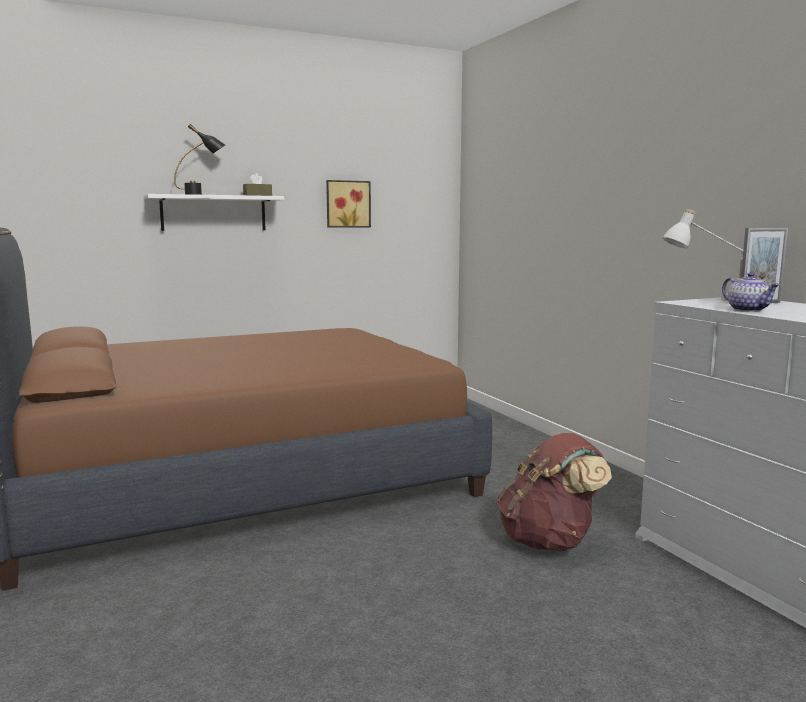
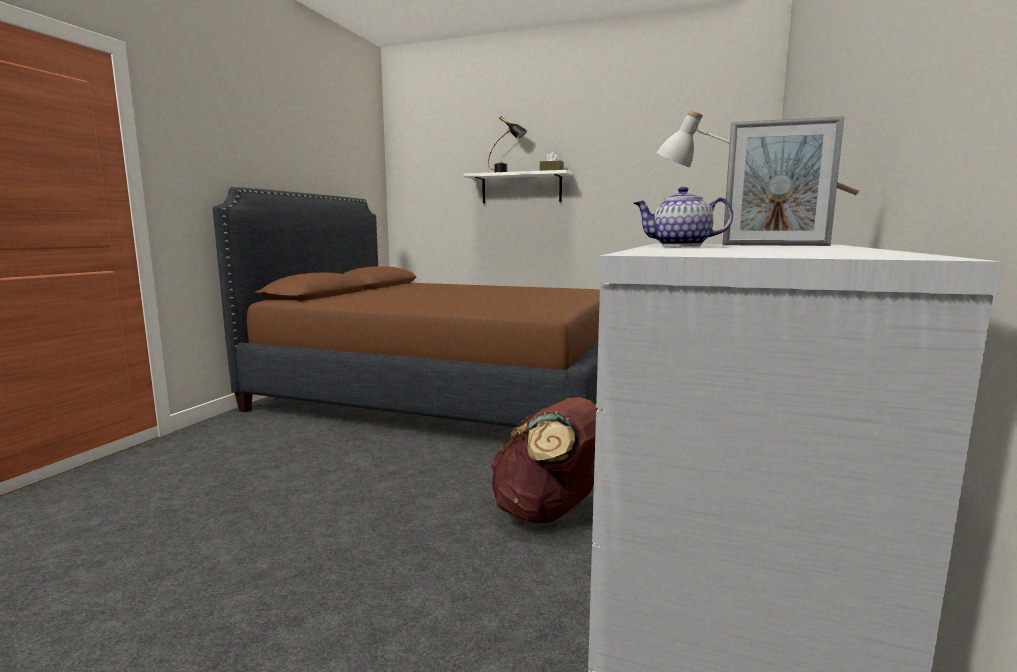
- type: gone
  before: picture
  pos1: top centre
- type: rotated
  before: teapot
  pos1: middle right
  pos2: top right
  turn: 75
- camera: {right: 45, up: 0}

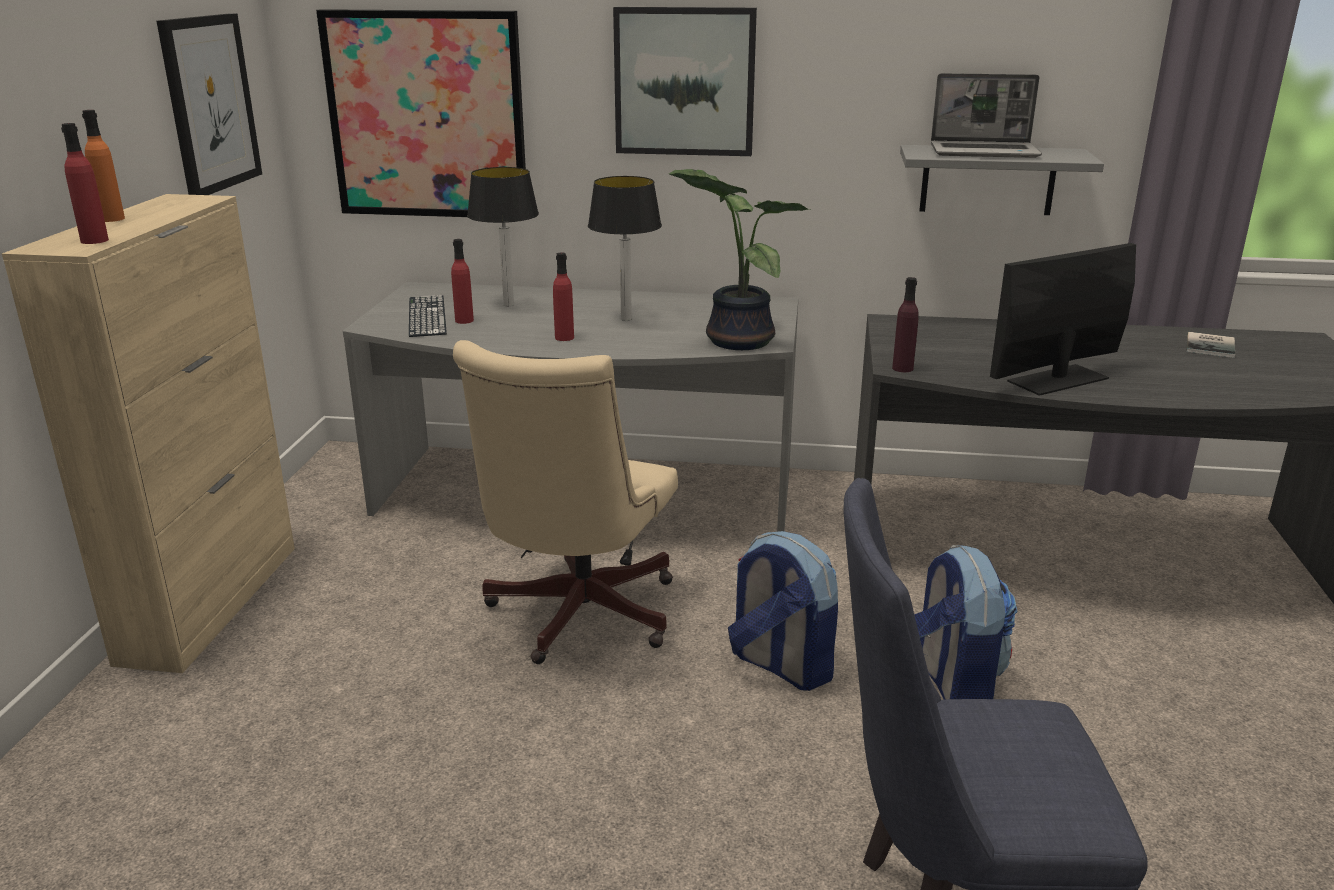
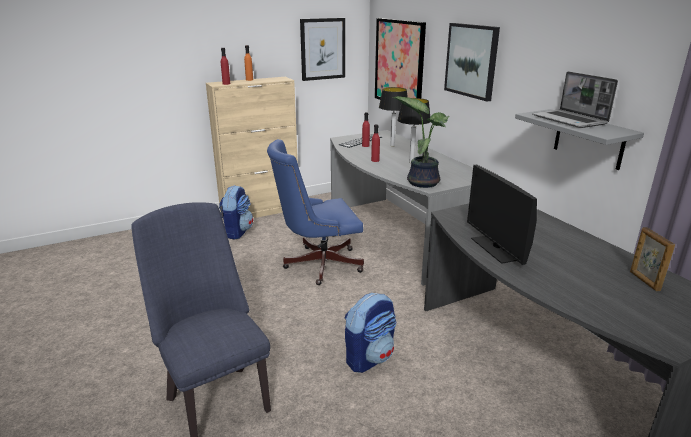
- type: rotated
  before: monitor
  pos1: middle right
  pos2: middle right
  turn: -135
- type: gone
  before: purple bottle
  pos1: middle right
- type: swapped
  before: book
  after: picture frame
  pos1: middle right
  pos2: middle right
- type: repainted
  before: beige office chair
  after: blue office chair
  pos1: centre
  pos2: centre
- type: shifted
  before: backpack (no. 1 from left)
  pos1: bottom centre
  pos2: centre
- camera: {right: 55, up: 0}

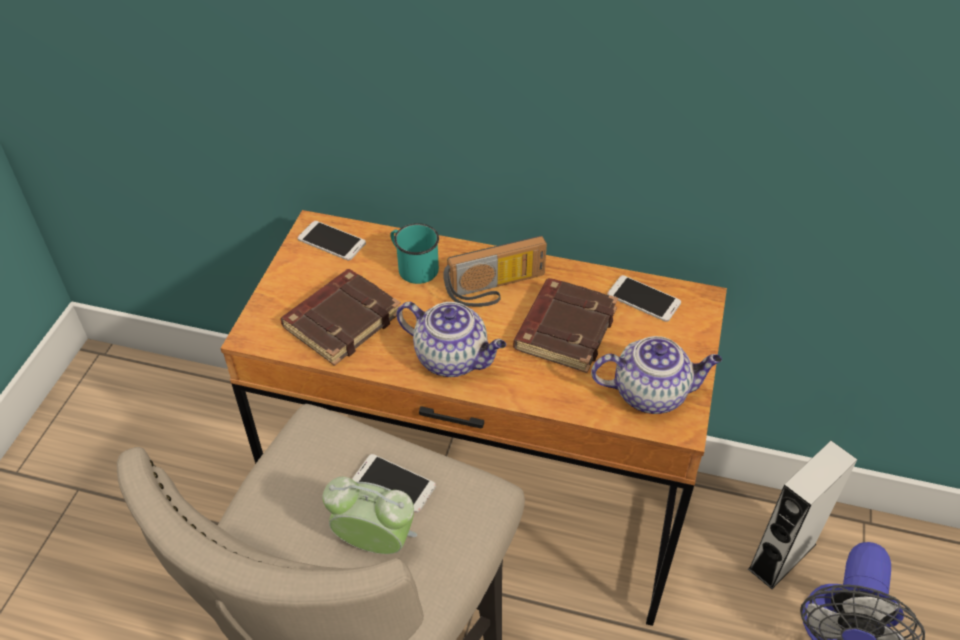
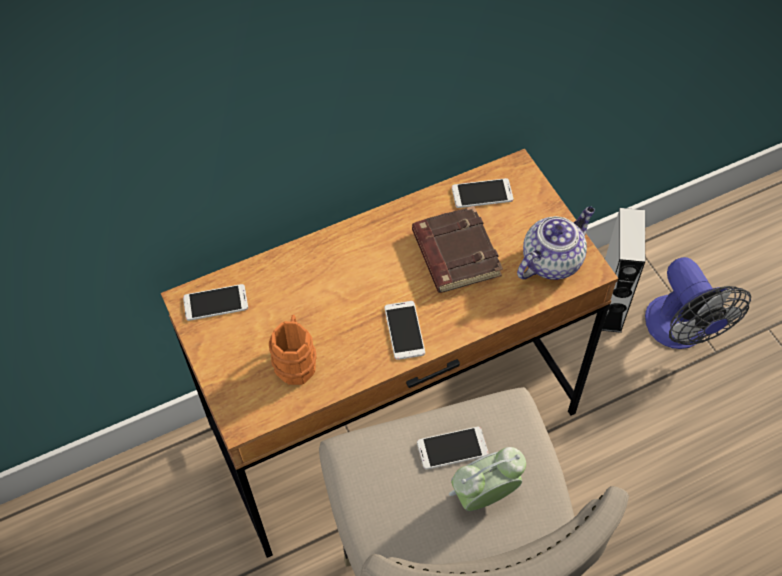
- type: gone
  before: turquoise mug
  pos1: centre
- type: gone
  before: radio
  pos1: centre
- type: swapped
  before: brown book (no. 1 from left)
  after: orange mug
  pos1: centre
  pos2: centre
- type: swapped
  before: teapot (no. 1 from left)
  after: phone (no. 2 from left)
  pos1: centre
  pos2: centre
- camera: {right: -40, up: 10}

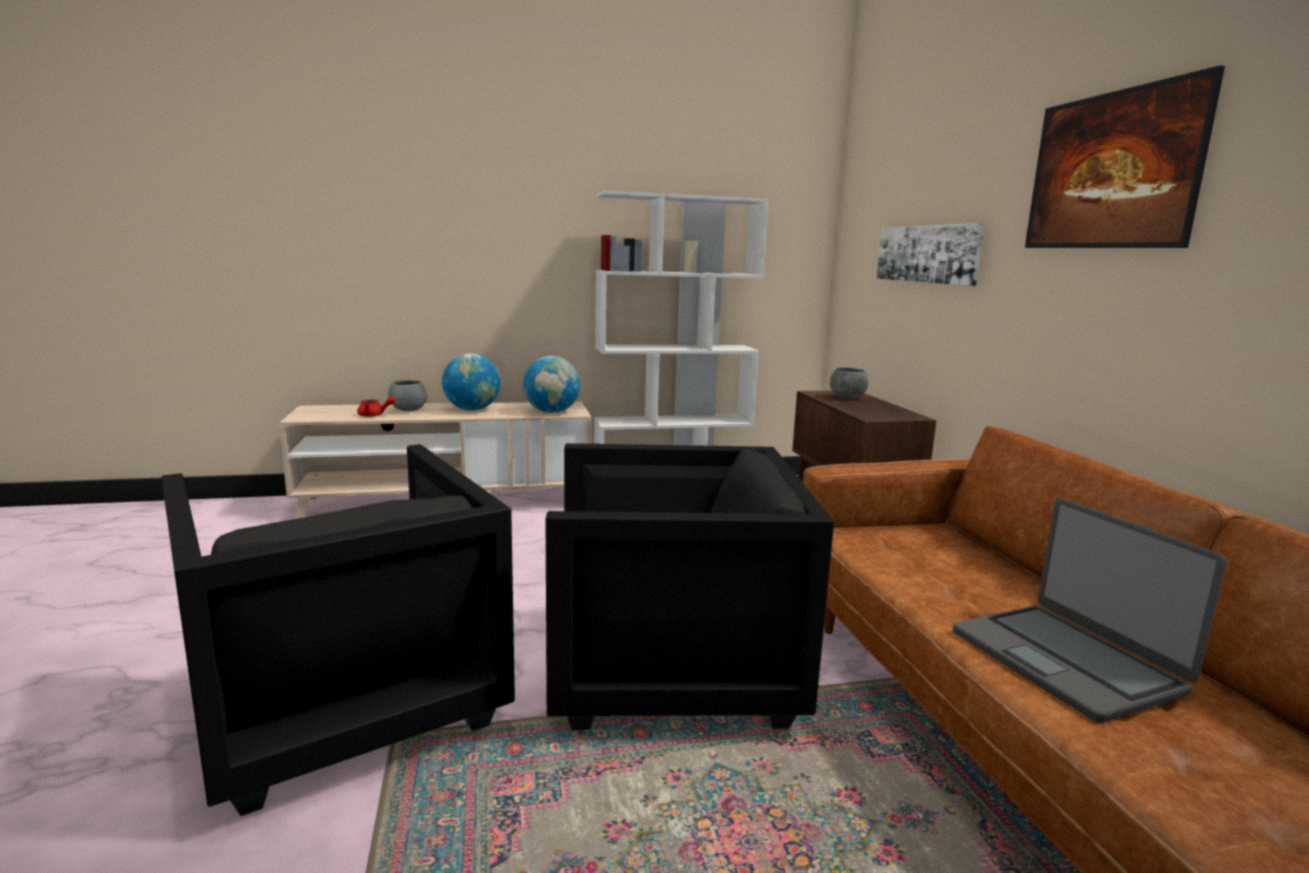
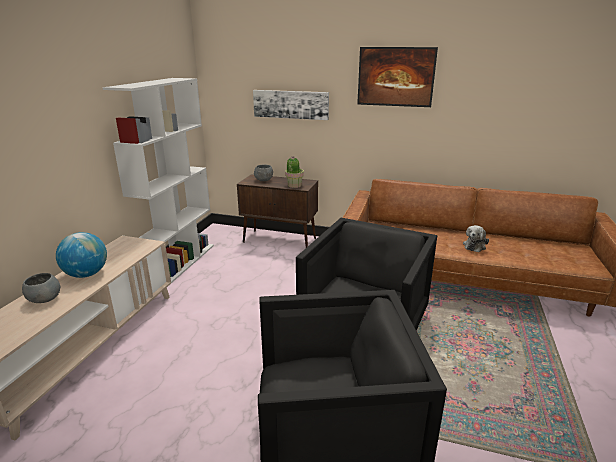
- type: gone
  before: globe (no. 2 from left)
  pos1: centre
- type: gone
  before: red teapot
  pos1: middle left
- type: swapped
  before: laptop
  after: plush toy
  pos1: bottom right
  pos2: middle right
- type: new
  after: potted plant
  pos2: centre
- camera: {right: -60, up: 10}

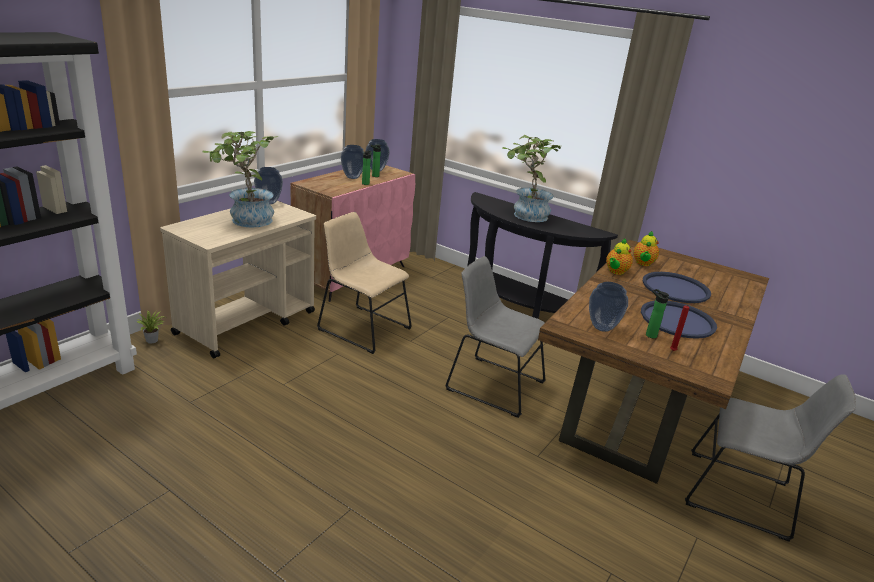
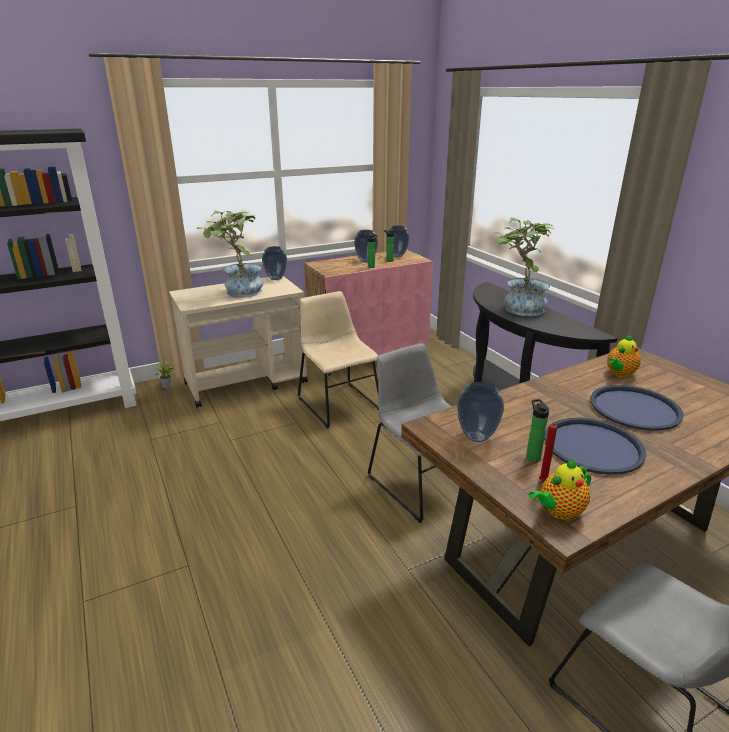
- type: shifted
  before: teapot (no. 1 from left)
  pos1: middle right
  pos2: bottom right
- camera: {right: 30, up: 0}

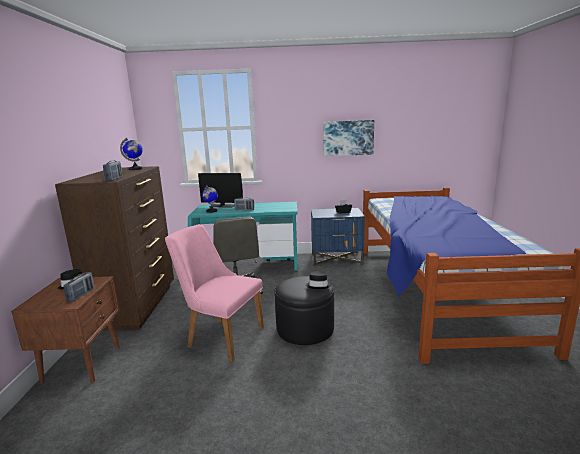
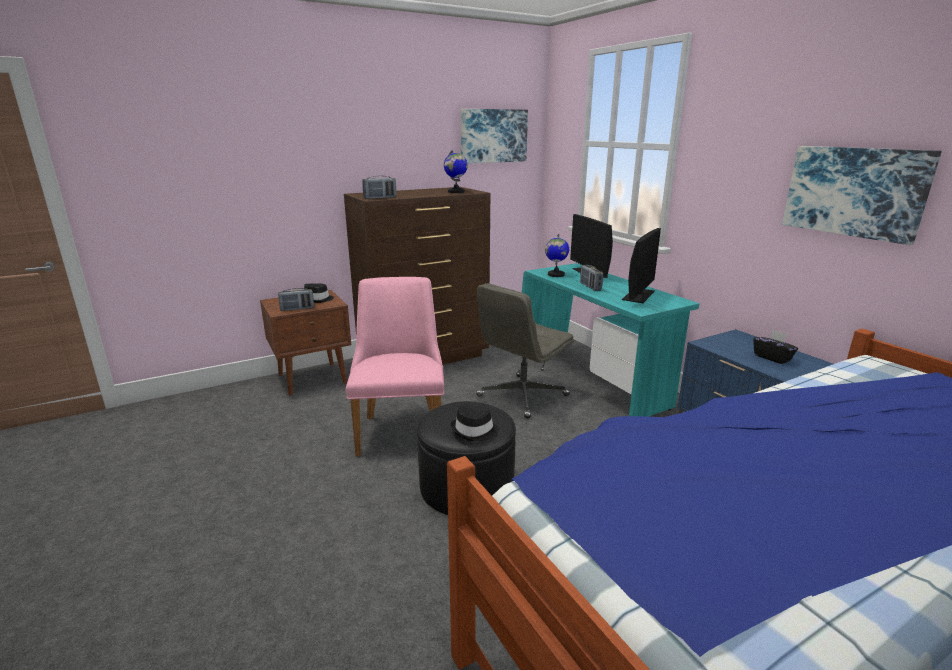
- type: new
  after: picture (no. 1 from left)
  pos2: top centre
- type: new
  after: monitor (no. 2 from left)
  pos2: middle right
- camera: {right: 60, up: 5}

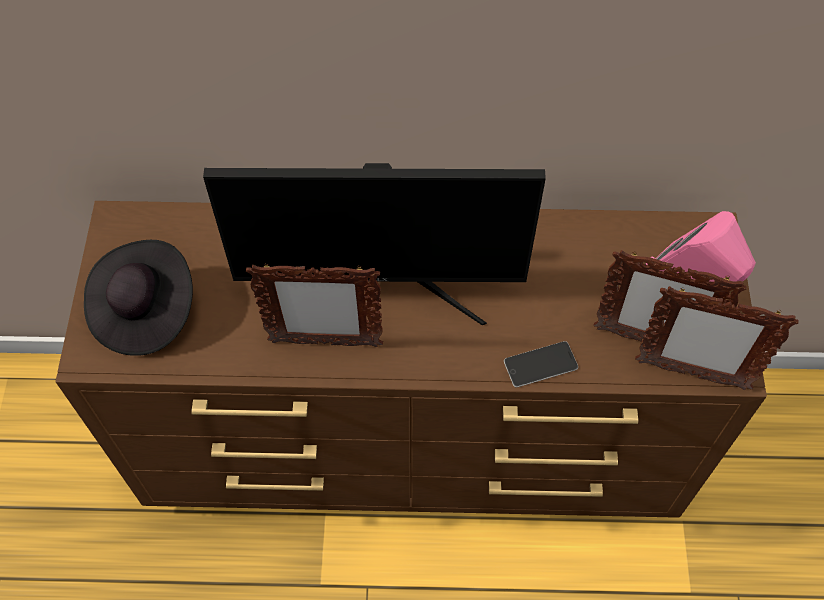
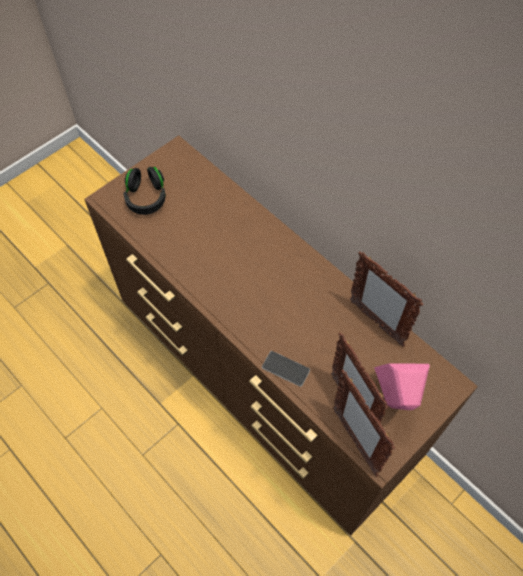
- type: gone
  before: monitor
  pos1: centre
- type: swapped
  before: black hat
  after: black headphones
  pos1: middle left
  pos2: top left
- type: shifted
  before: picture frame (no. 1 from left in the first image)
  after: picture frame (no. 3 from left)
  pos1: centre
  pos2: middle right
- camera: {right: 45, up: 0}

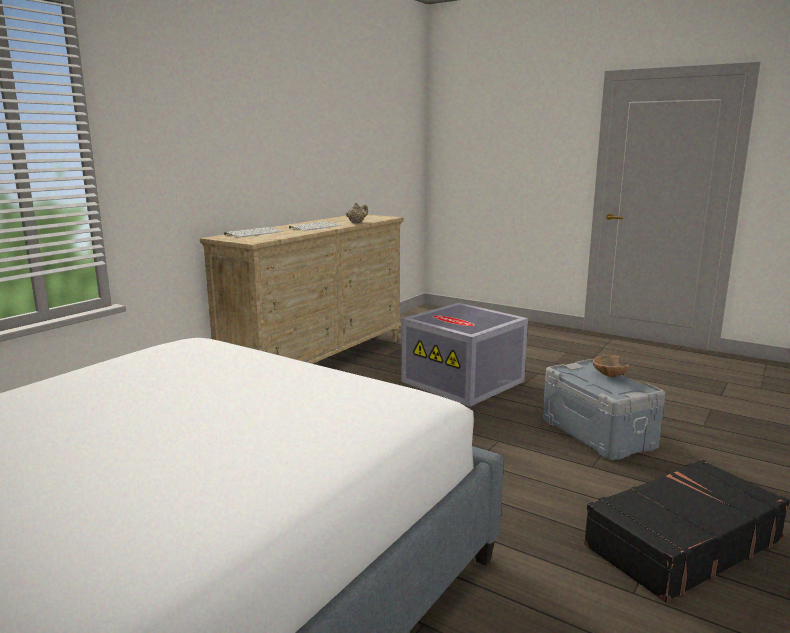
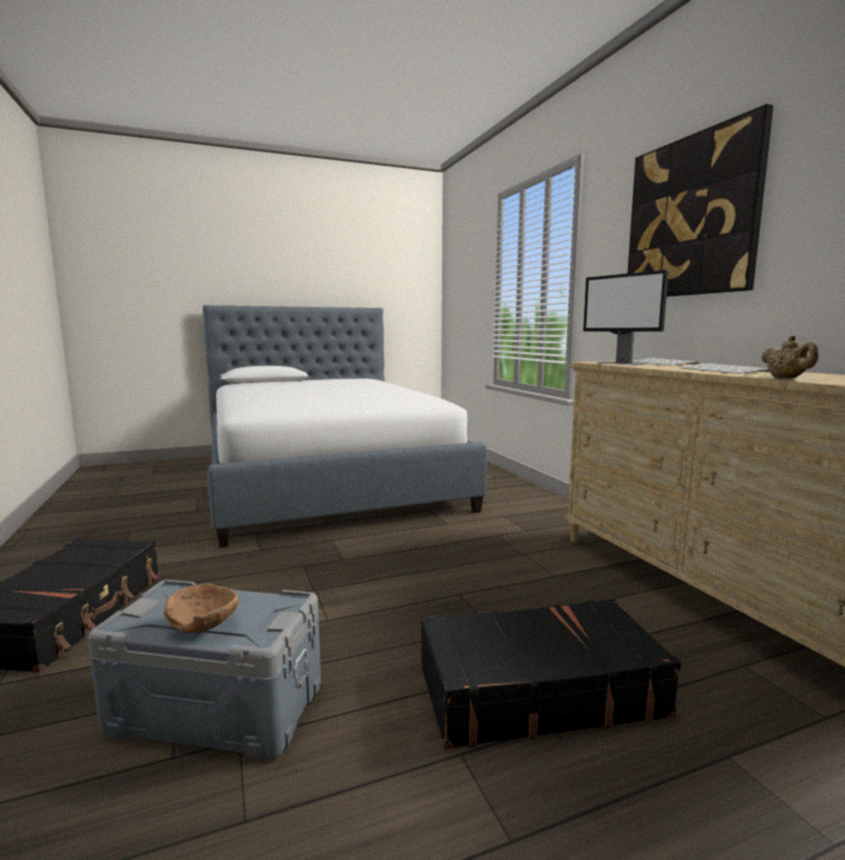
- type: swapped
  before: grey storage box (no. 1 from left)
  after: black suitcase (no. 2 from left)
  pos1: centre
  pos2: bottom centre
- type: new
  after: picture
  pos2: top right
- type: new
  after: monitor
  pos2: middle right
- camera: {right: 125, up: -5}

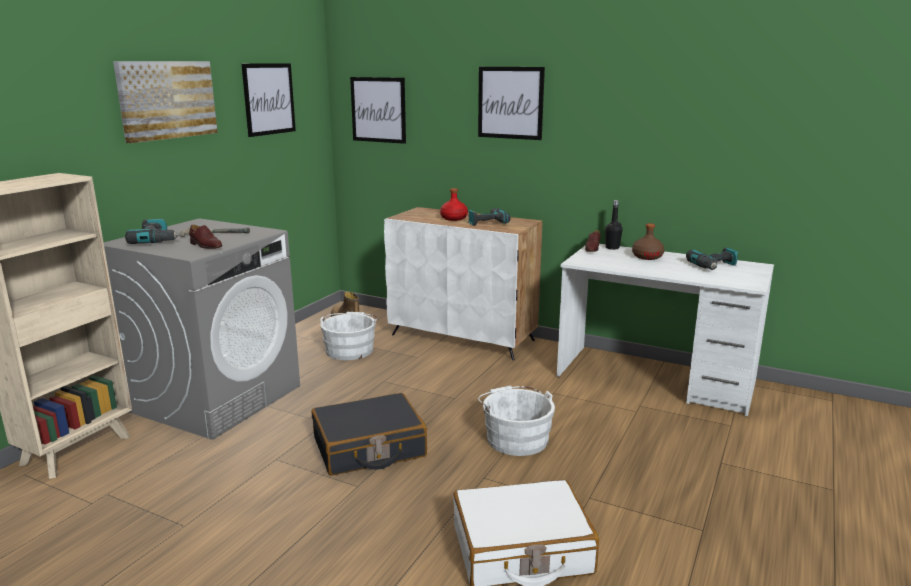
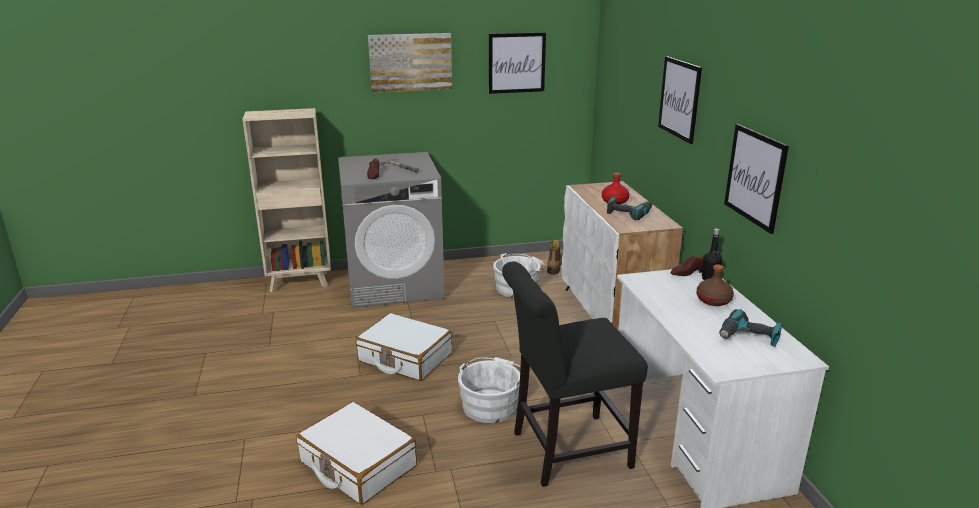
- type: shifted
  before: picture (no. 3 from left in the first image)
  after: picture (no. 4 from left)
  pos1: top centre
  pos2: middle right
- type: gone
  before: power drill (no. 1 from left)
  pos1: middle left
- type: repainted
  before: black suitcase
  after: white suitcase (no. 2 from left)
  pos1: bottom centre
  pos2: bottom centre
- type: new
  after: black chair
  pos2: bottom centre
- camera: {right: 50, up: 5}

